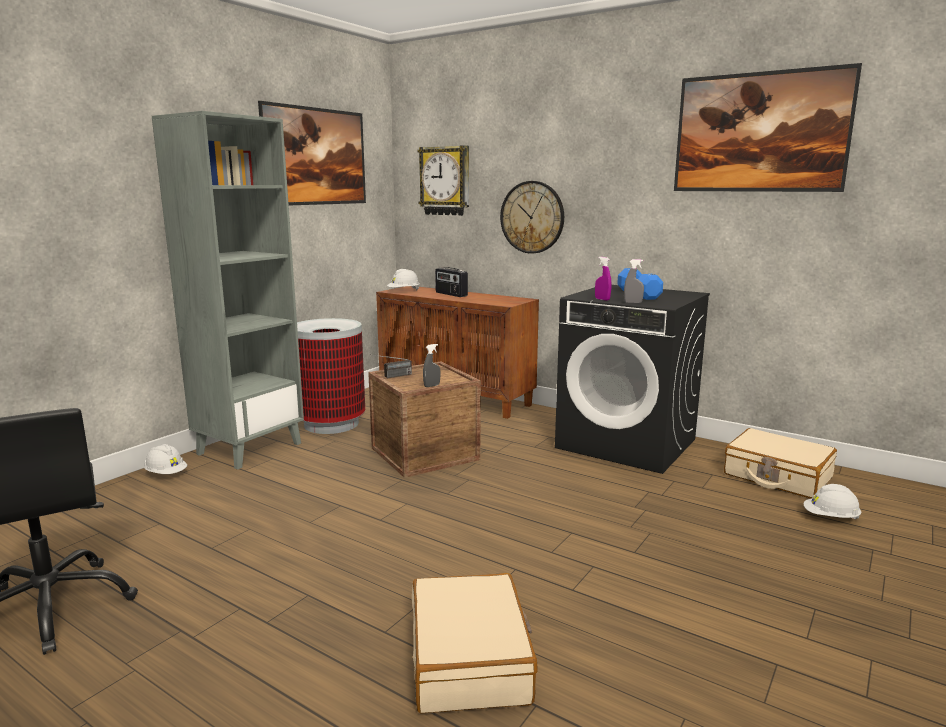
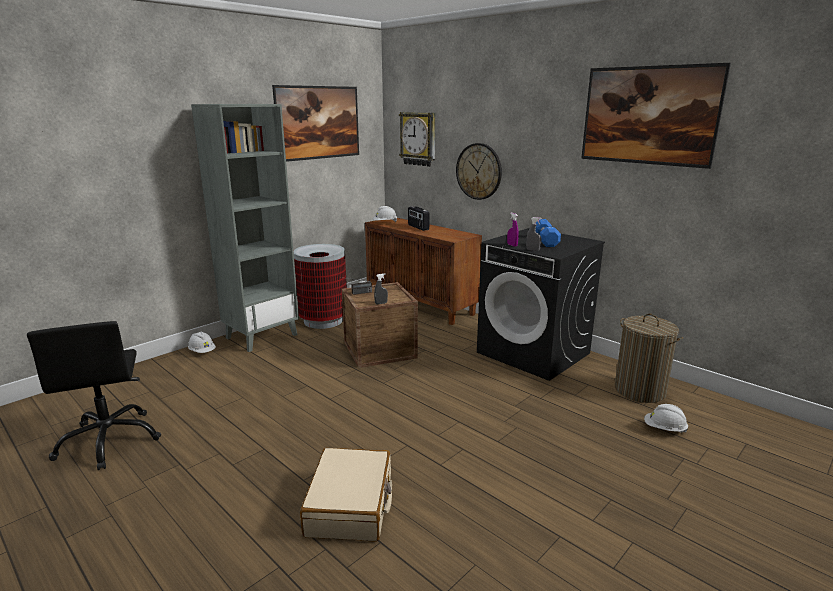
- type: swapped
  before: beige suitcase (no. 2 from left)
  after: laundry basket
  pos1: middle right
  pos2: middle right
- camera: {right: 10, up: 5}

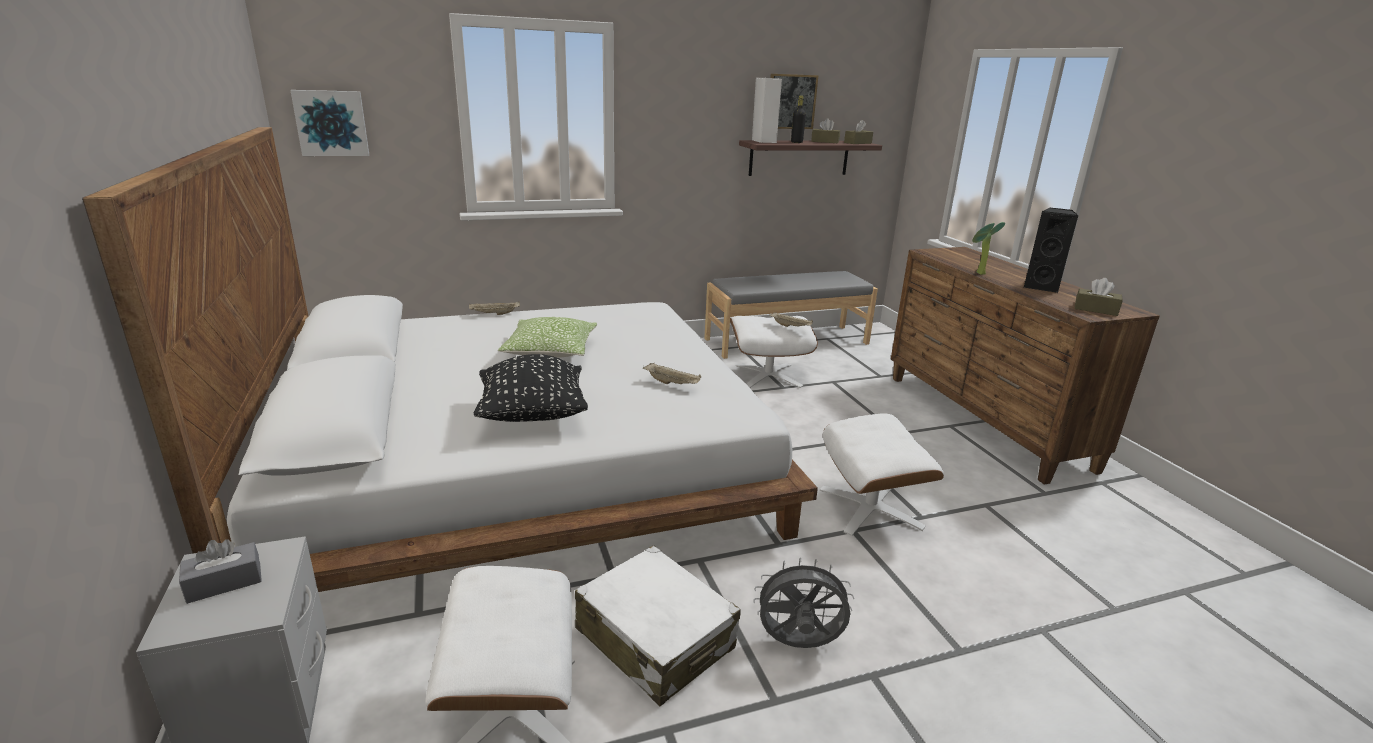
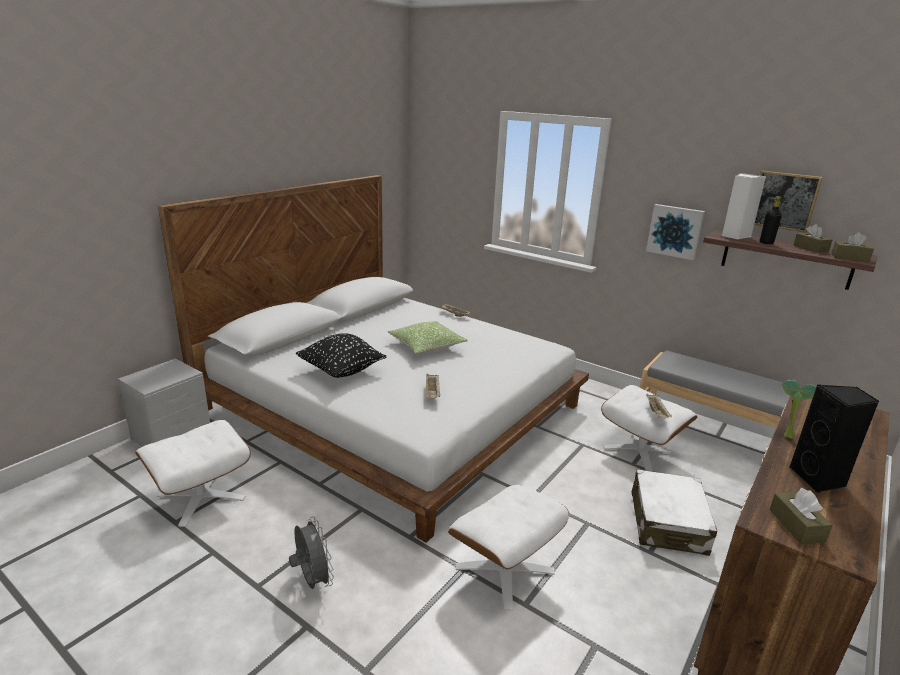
- type: shifted
  before: picture (no. 1 from left)
  pos1: top left
  pos2: middle right
- type: gone
  before: grey tissue box
  pos1: bottom left
- type: shifted
  before: white suitcase
  pos1: bottom centre
  pos2: bottom right
- camera: {right: 55, up: 0}

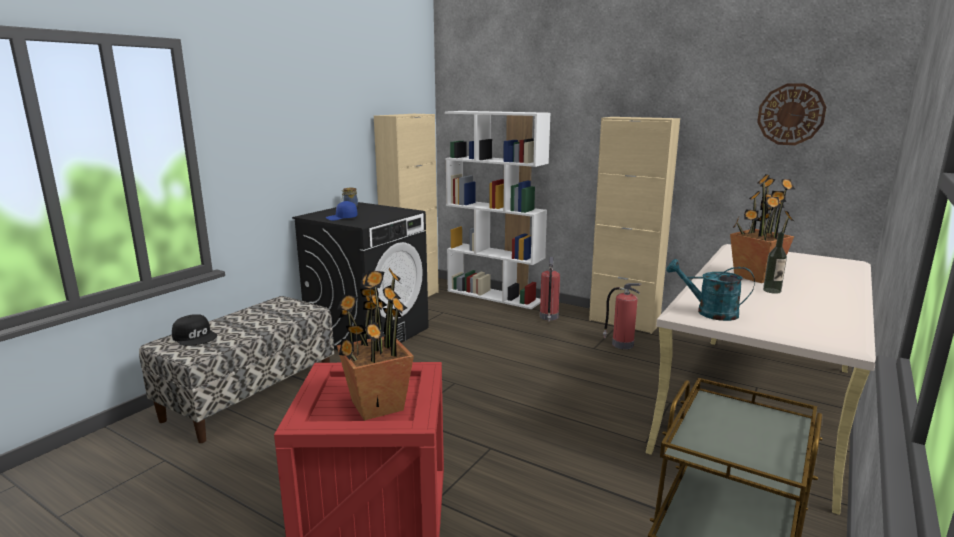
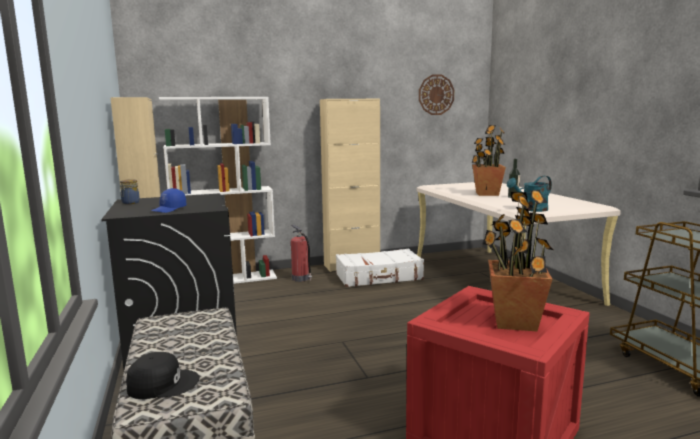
- type: swapped
  before: fire extinguisher (no. 2 from left)
  after: white suitcase
  pos1: centre
  pos2: centre
- camera: {right: -50, up: -5}

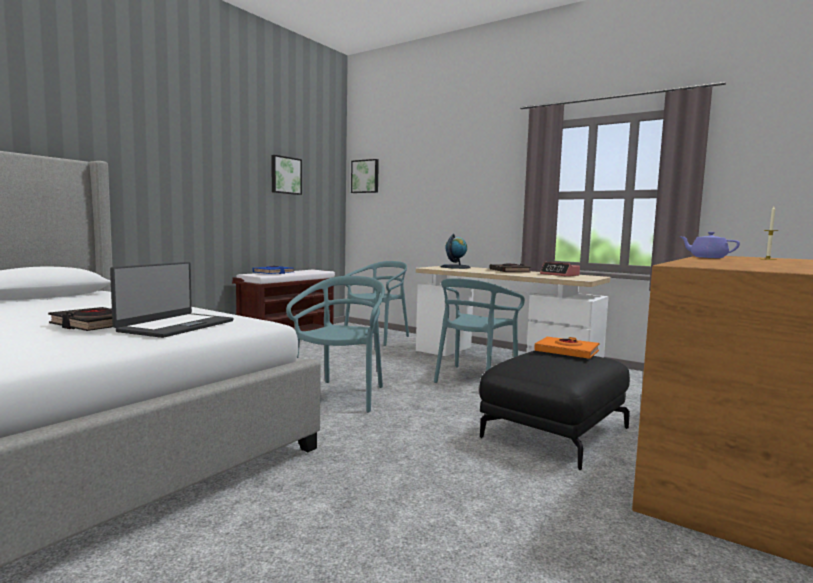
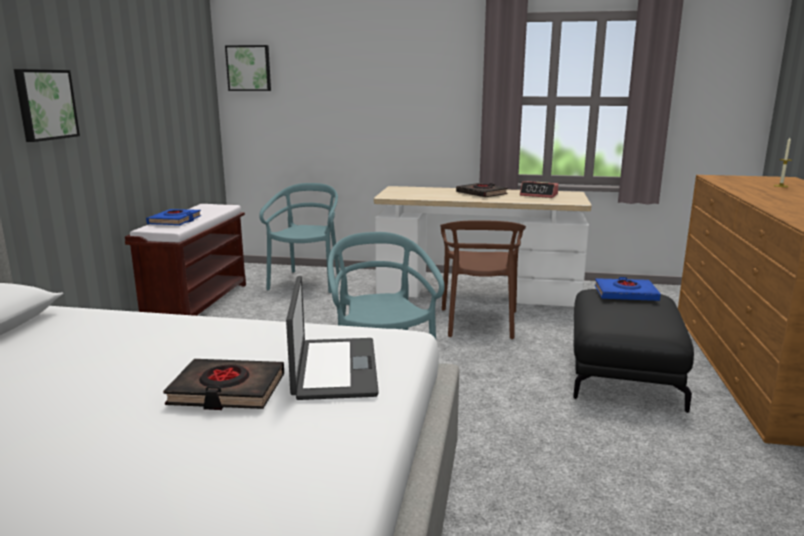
- type: shifted
  before: picture (no. 1 from left)
  pos1: top centre
  pos2: top left
- type: gone
  before: purple teapot
  pos1: middle right
- type: gone
  before: globe
  pos1: centre
- type: repainted
  before: turquoise chair (no. 3 from left)
  after: brown chair
  pos1: centre
  pos2: centre
- type: repainted
  before: orange book
  after: blue book (no. 2 from left)
  pos1: middle right
  pos2: middle right
- camera: {right: -25, up: 10}

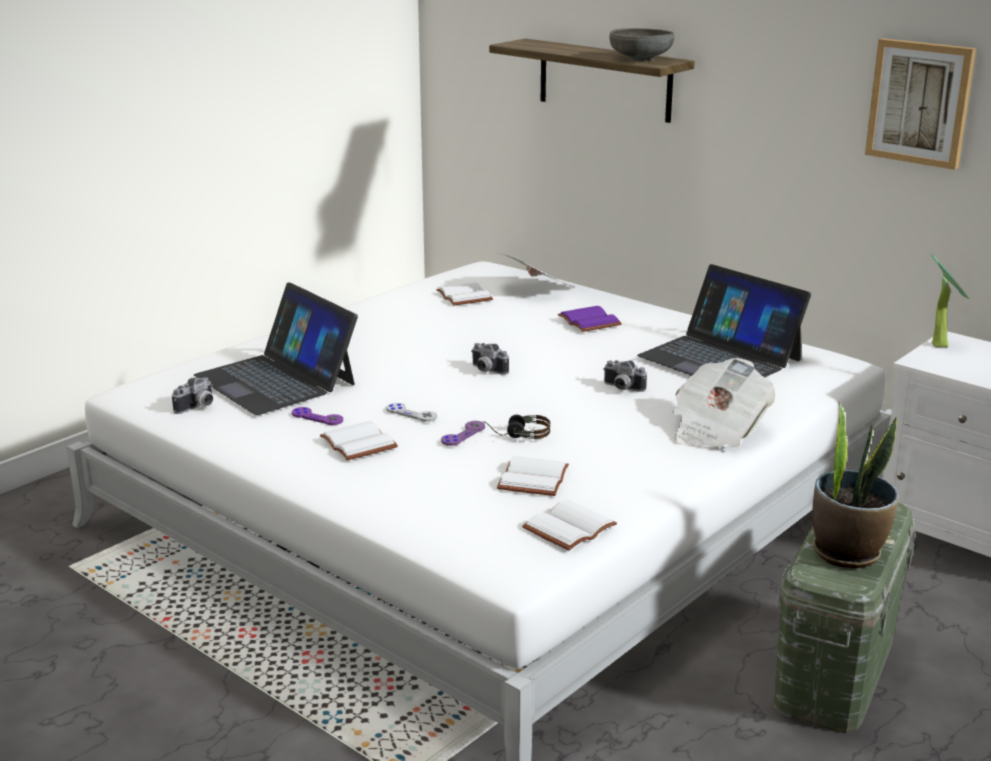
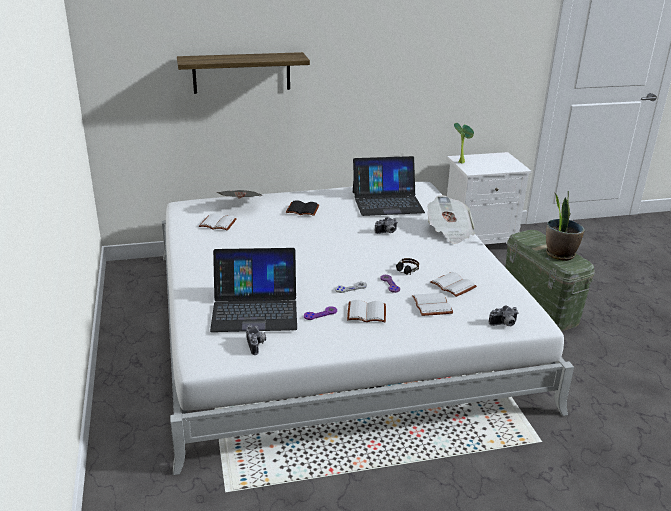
- type: gone
  before: grey bowl
  pos1: top centre
- type: gone
  before: picture
  pos1: top right
- type: repainted
  before: purple book
  after: black book
  pos1: centre
  pos2: centre
- type: shifted
  before: photo camera (no. 2 from left in the first image)
  after: photo camera (no. 3 from left)
  pos1: centre
  pos2: middle right
- type: shifted
  before: white book (no. 4 from left in the first image)
  after: white book (no. 3 from left)
  pos1: bottom centre
  pos2: centre
- camera: {right: -55, up: 5}

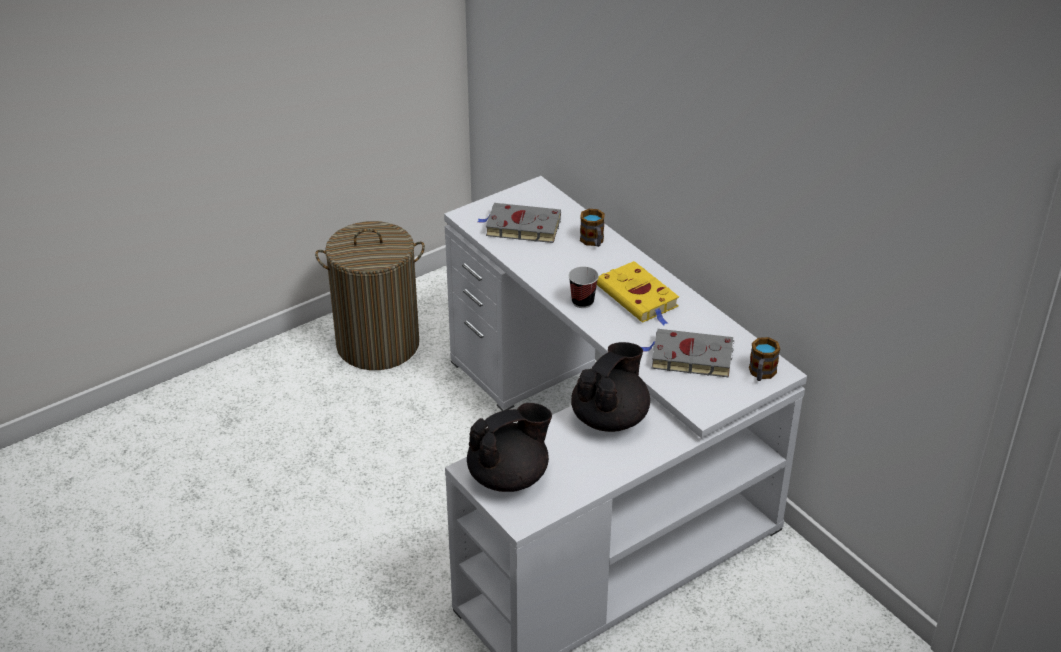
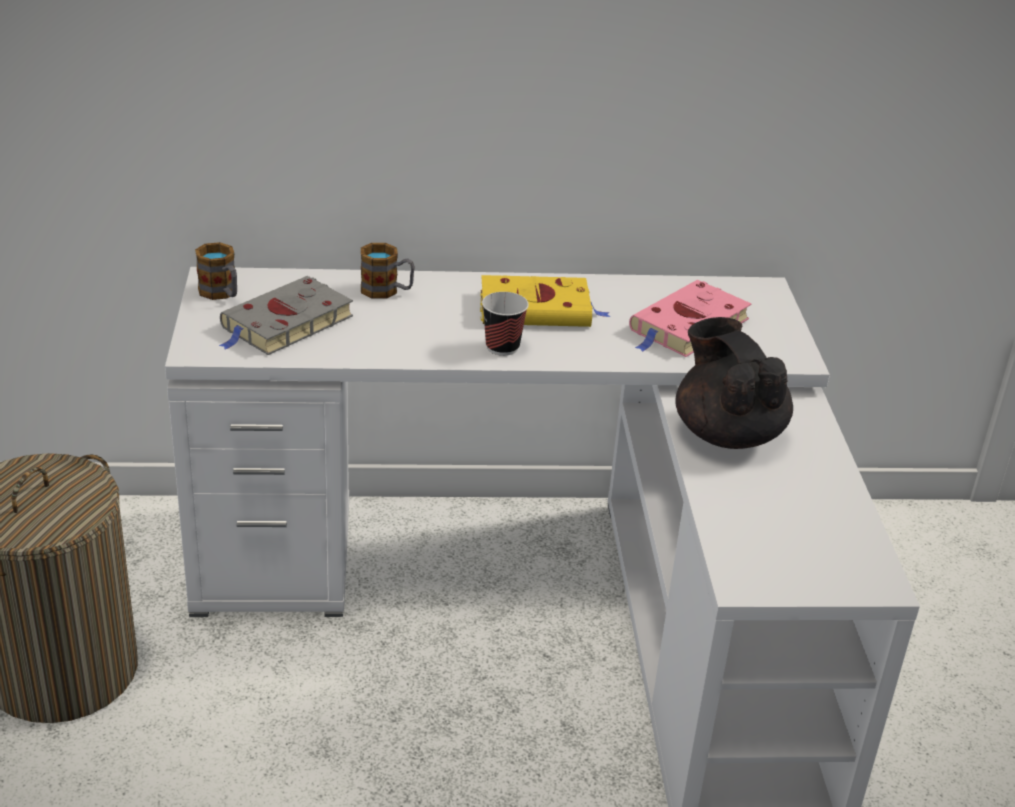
- type: repainted
  before: grey book (no. 2 from left)
  after: pink book
  pos1: centre
  pos2: middle right
- type: shifted
  before: mug (no. 2 from left in the first image)
  after: mug (no. 1 from left)
  pos1: middle right
  pos2: middle left
- type: gone
  before: black teapot (no. 1 from left)
  pos1: bottom centre
- camera: {right: -60, up: -5}

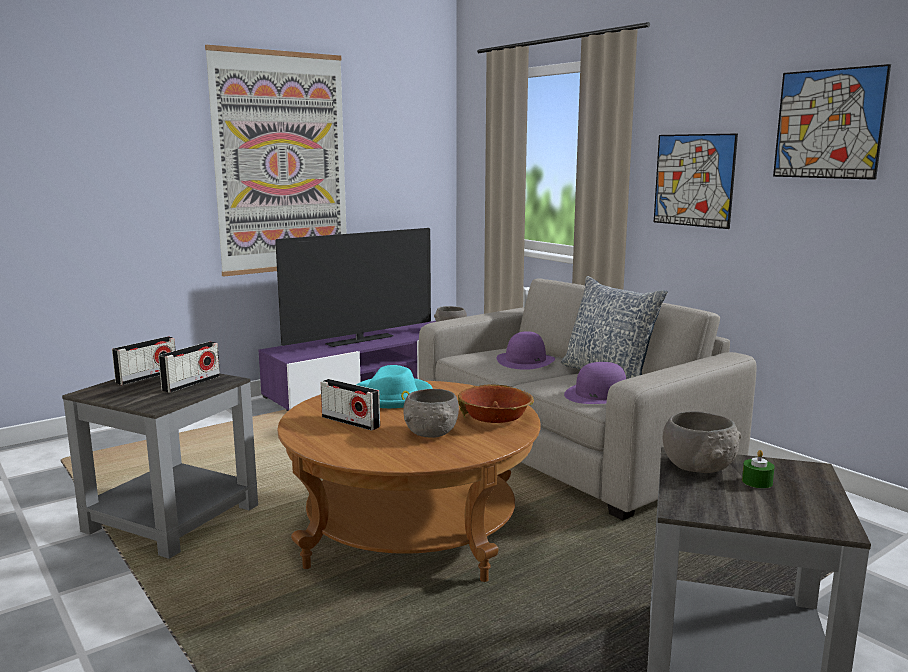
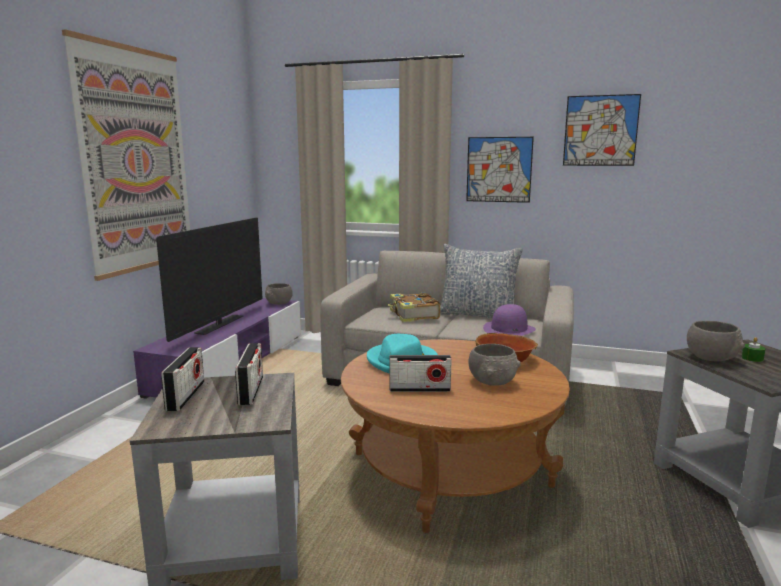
- type: swapped
  before: purple hat (no. 1 from left)
  after: book
  pos1: centre
  pos2: centre
- camera: {right: -35, up: 0}

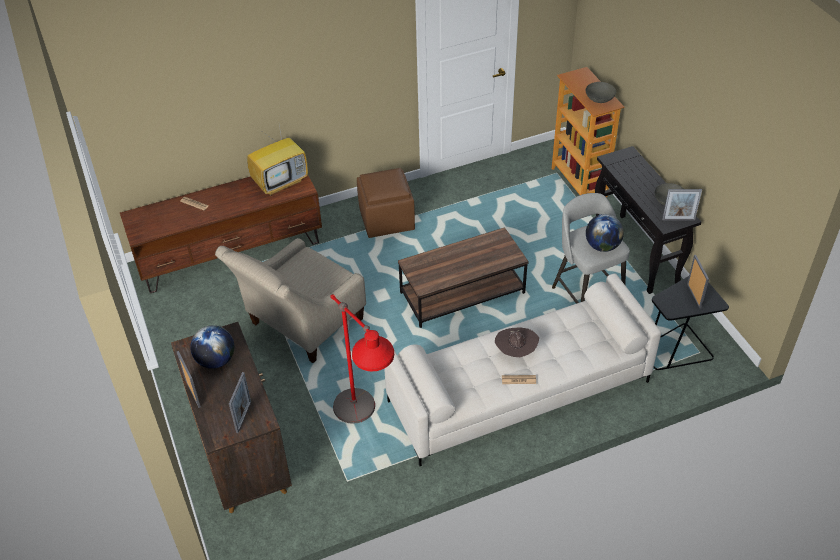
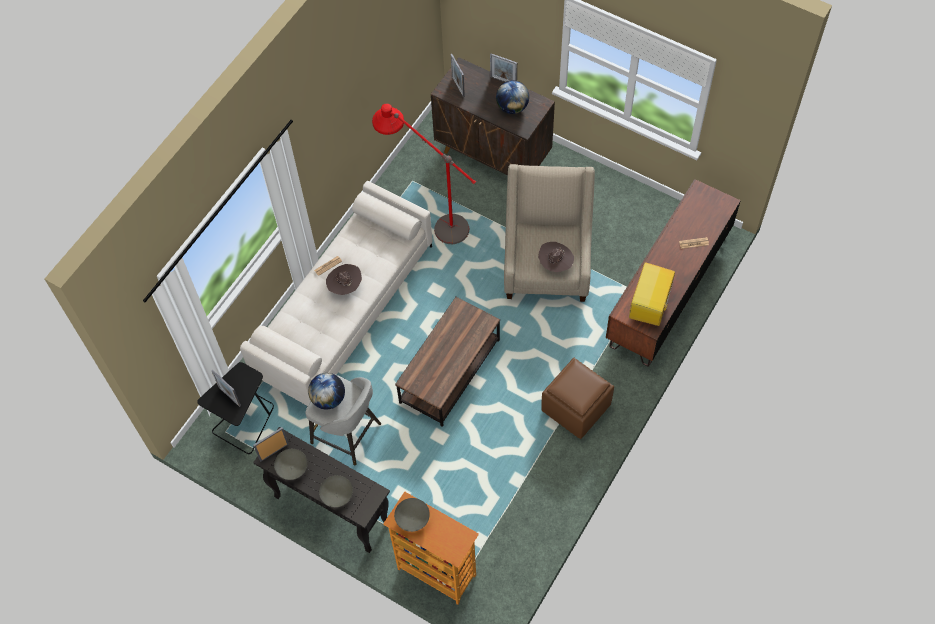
- type: new
  after: brown hat (no. 2 from left)
  pos2: centre
- type: new
  after: grey bowl (no. 2 from left)
  pos2: bottom centre
- camera: {right: 145, up: 15}

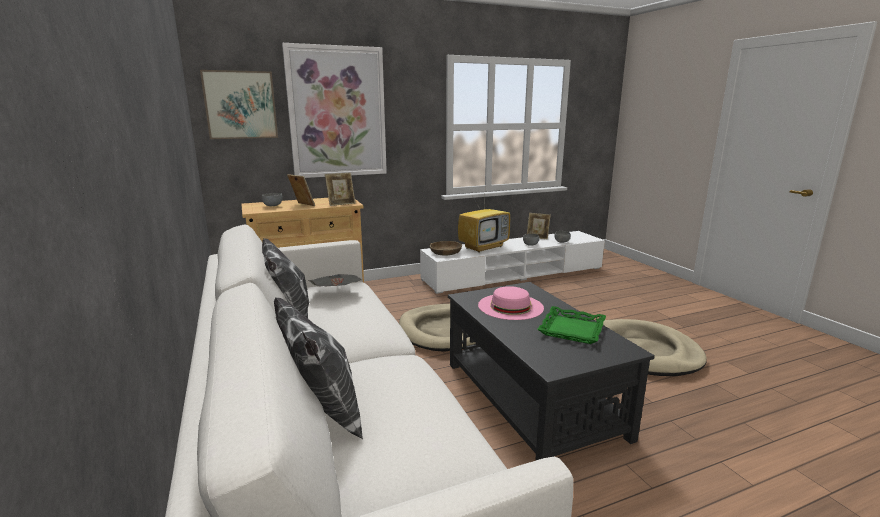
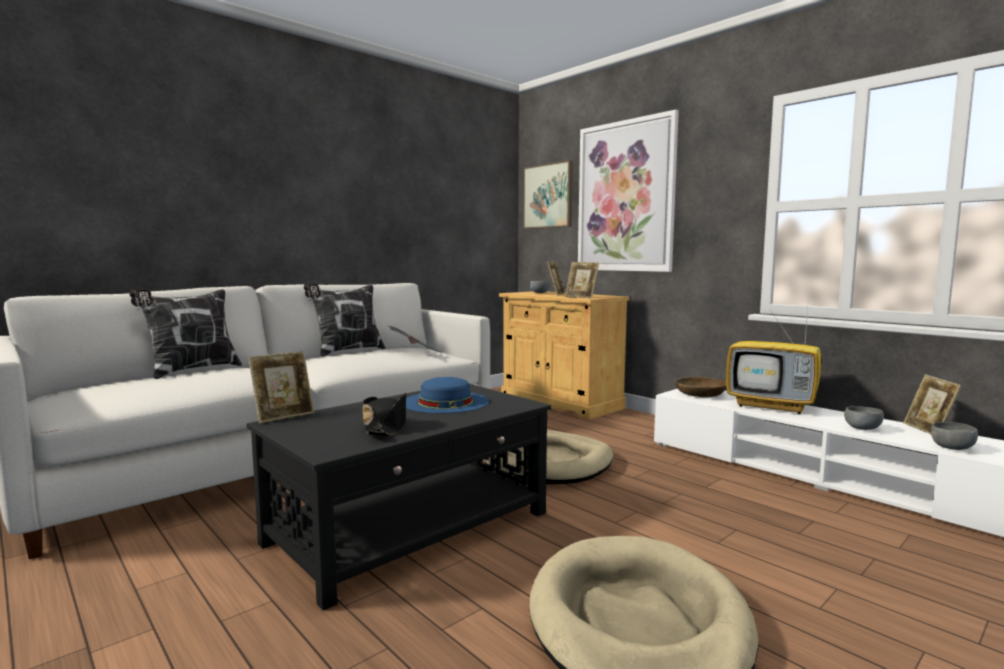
- type: repainted
  before: pink hat
  after: blue hat
  pos1: centre
  pos2: centre
- type: swapped
  before: green tray
  after: black hat
  pos1: centre
  pos2: centre
- type: new
  after: picture frame (no. 1 from left)
  pos2: middle left
- camera: {right: 70, up: -10}

